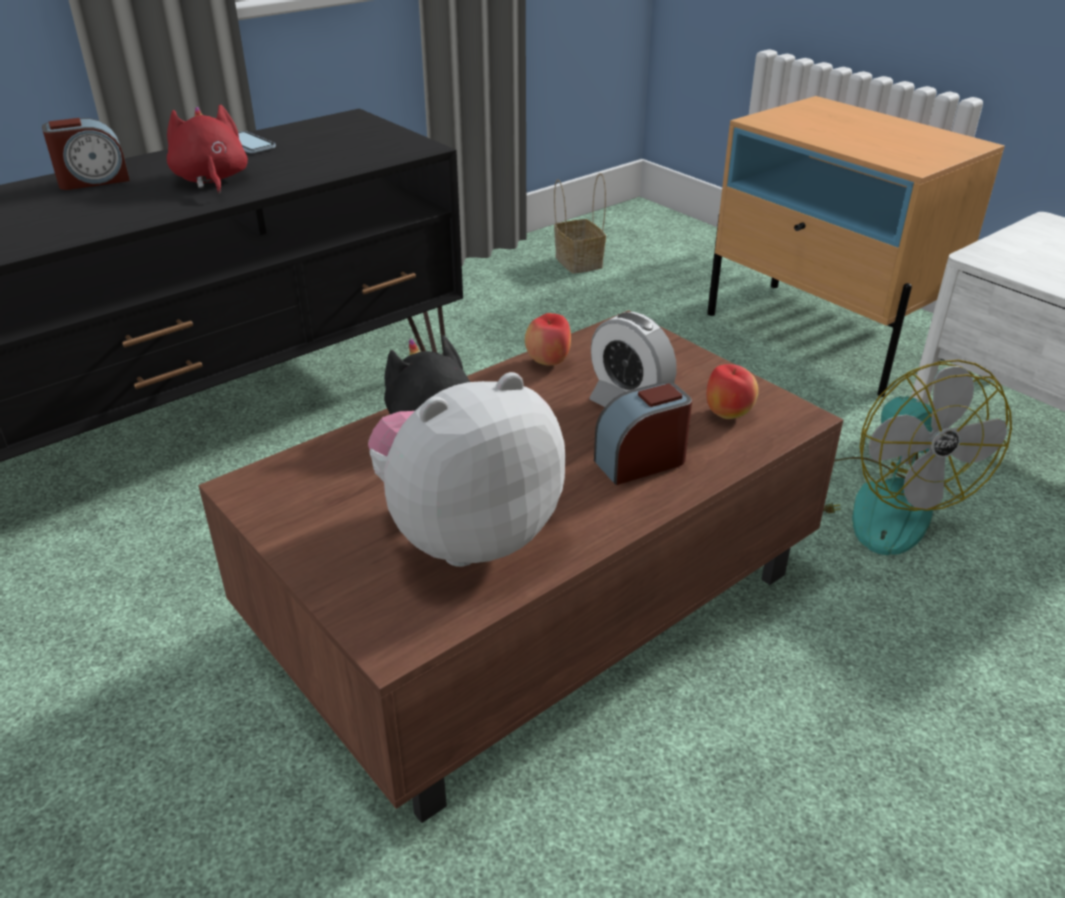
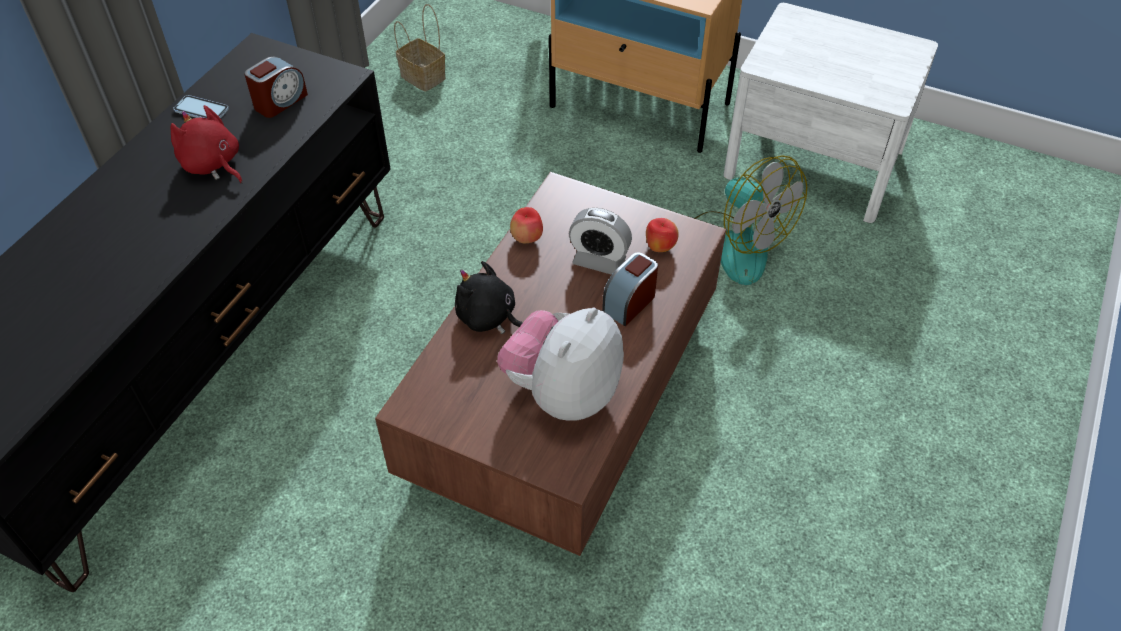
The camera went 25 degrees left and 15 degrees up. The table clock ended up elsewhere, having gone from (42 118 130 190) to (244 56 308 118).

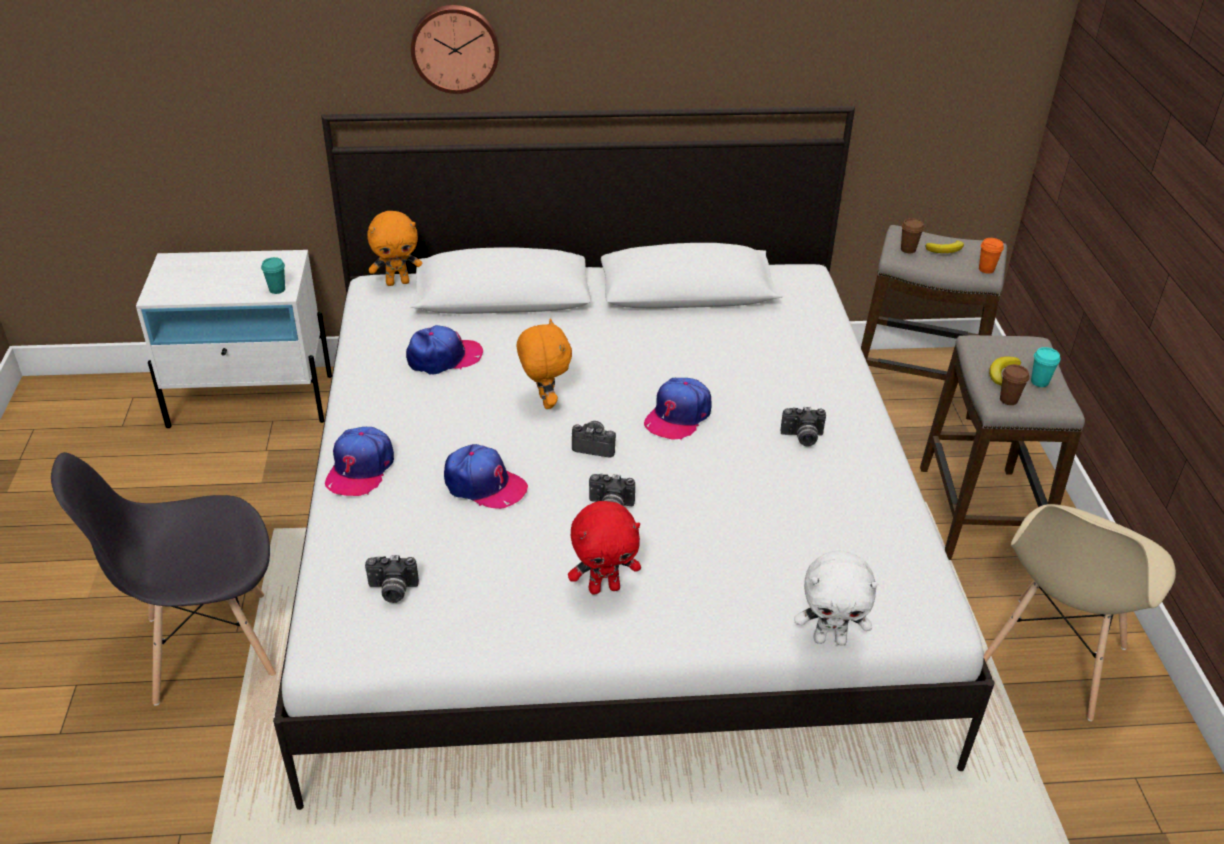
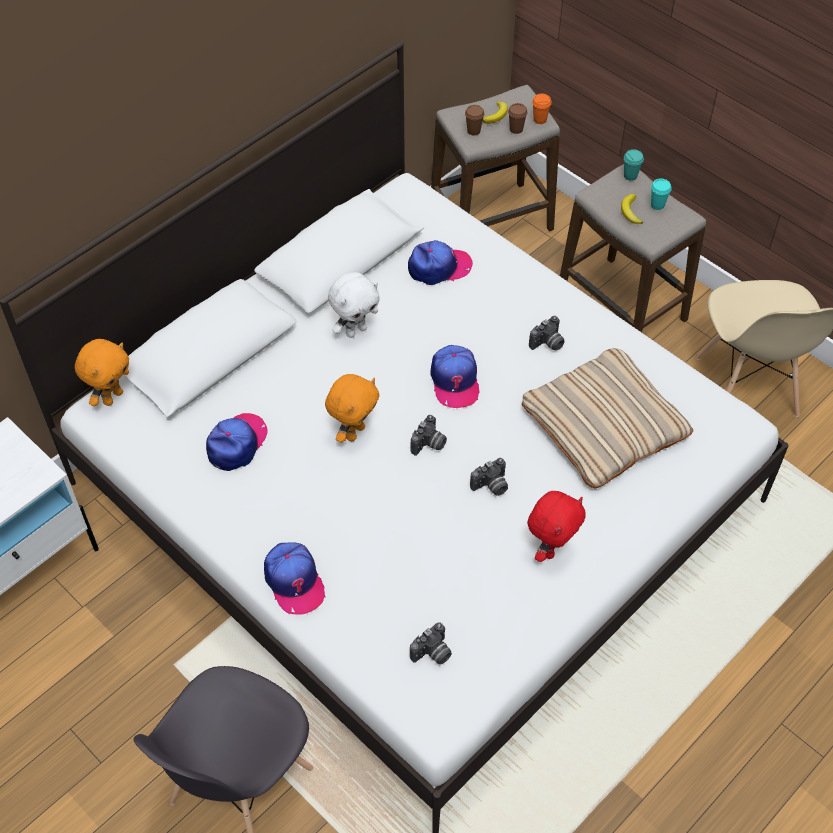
The camera went 40 degrees left and 15 degrees up. The second view lost the wall clock at (411 5 499 94). The second view gained the beige throw pillow at (522 348 693 488). The turquoise cup ended up elsewhere, having gone from (261 257 285 294) to (624 149 644 181). The baseball cap ended up elsewhere, having gone from (444 444 528 509) to (408 240 473 285). The white-coloured cuddly toy ended up elsewhere, having gone from (795 550 878 646) to (328 272 380 338). The brown-coloured cup ended up elsewhere, having gone from (1000 364 1029 405) to (508 103 527 134). The orange-coloured cuddly toy at (517 318 572 409) ended up facing another way, 90 degrees clockwise from before. The still camera at (572 421 616 458) ended up facing another way, 150 degrees clockwise from before.

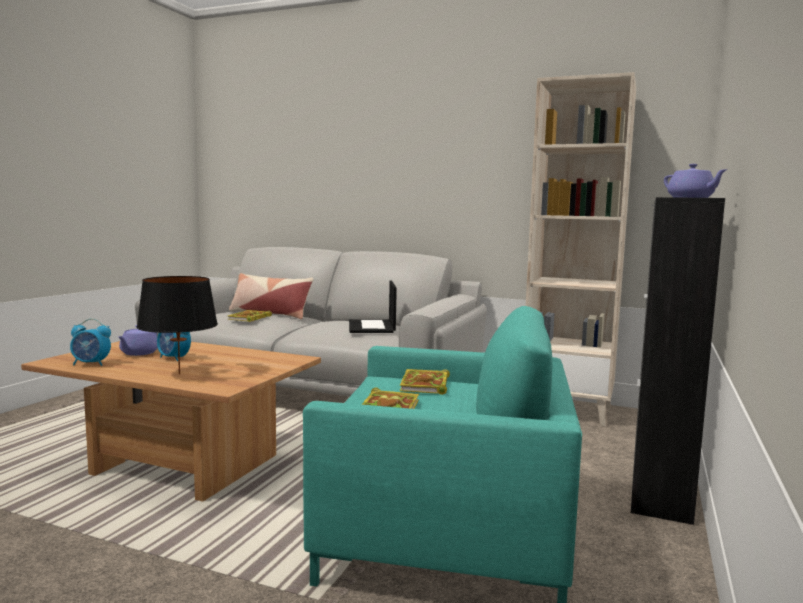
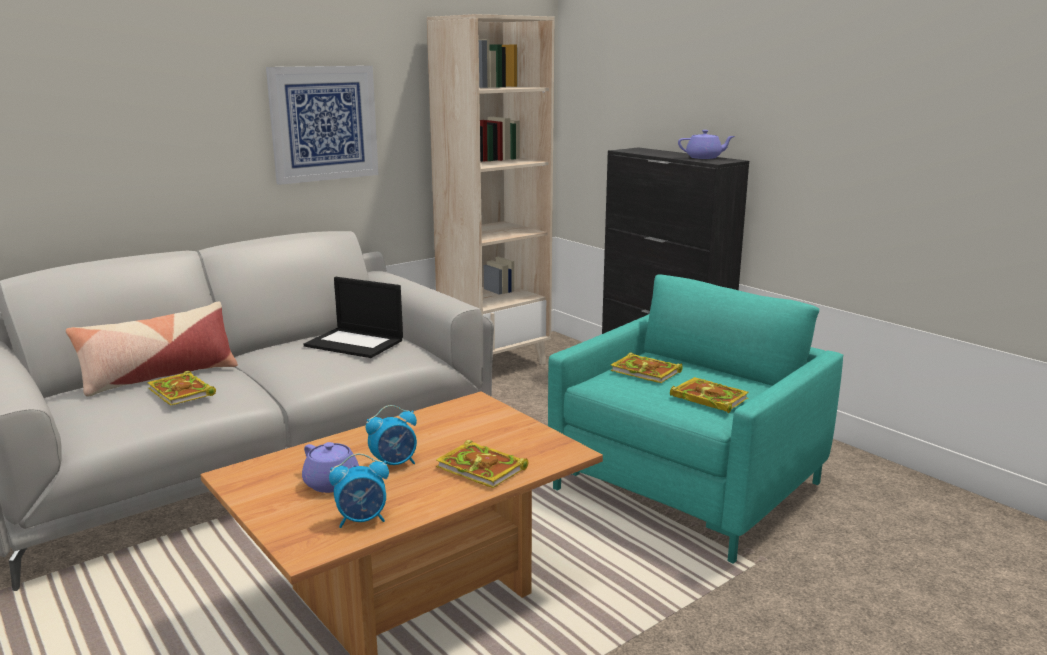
The camera went 60 degrees left and 10 degrees up. The second view gained the picture at (266 66 379 185). Where the black tabletop lamp stood at (136 276 218 374), the volume came to stand at (436 440 528 488). The table clock at (70 318 111 366) ended up facing another way, 45 degrees clockwise from before.

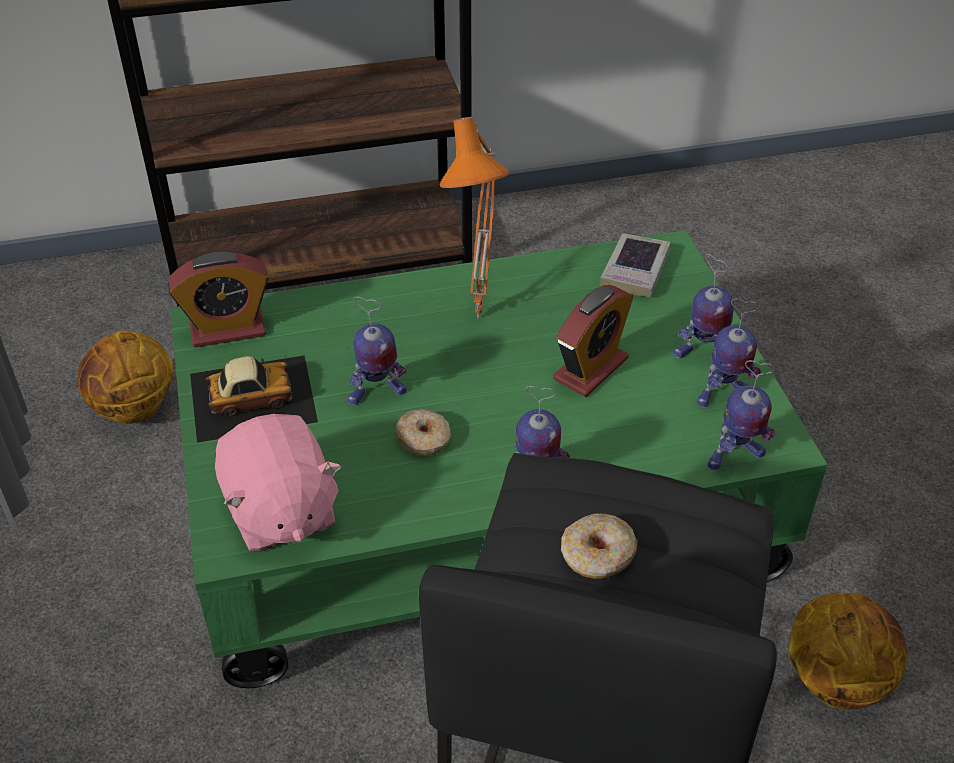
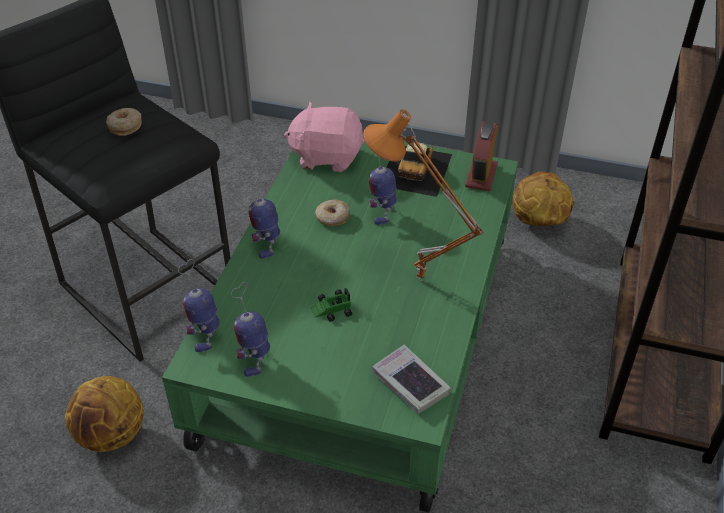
The camera went 120 degrees right and 0 degrees up. The second view lost the model robot at (673 254 734 358). Where the table clock stood at (553 285 633 397), the toy car came to stand at (310 288 352 321).

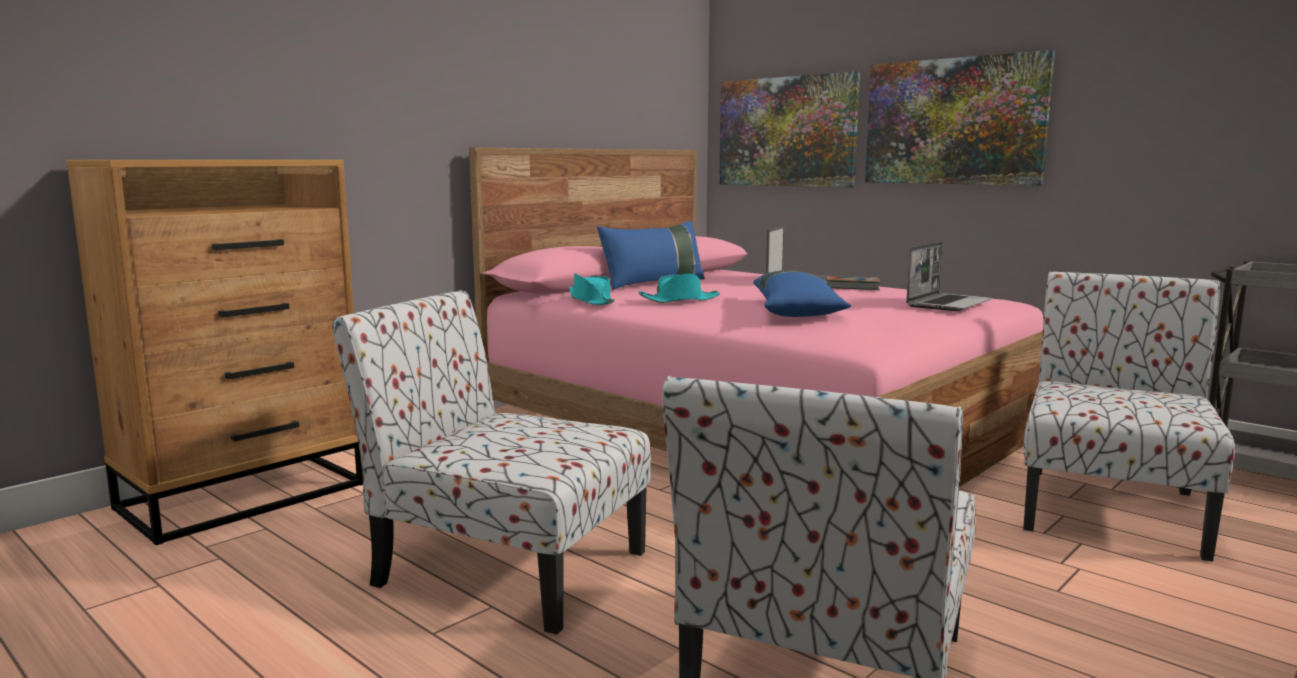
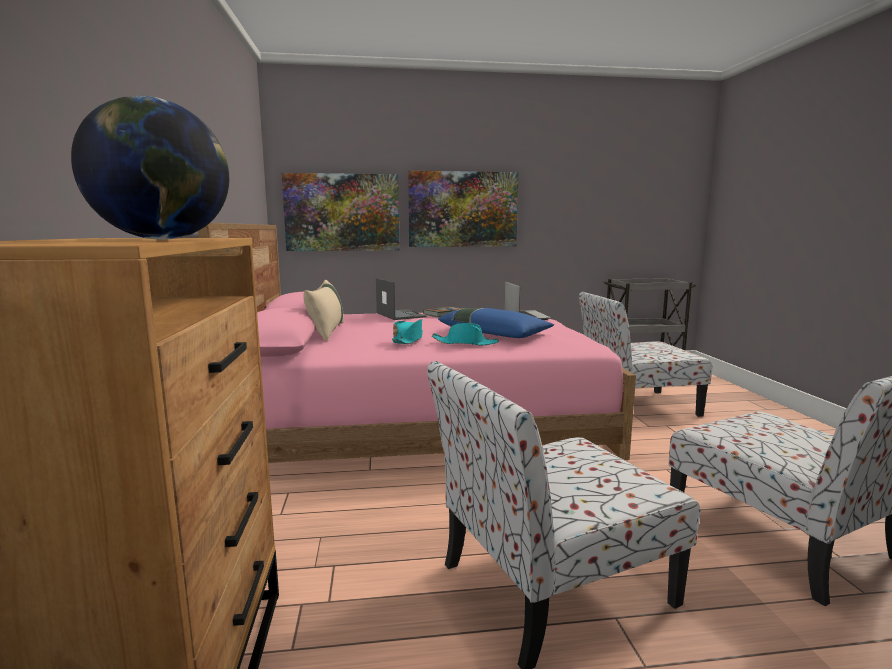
The camera went 50 degrees left and 0 degrees up. The second view gained the world globe at (71 96 229 240). The turquoise hat ended up elsewhere, having gone from (569 273 615 305) to (432 323 499 346). What was the bluish throw pillow at (597 220 705 290) turned into the beige throw pillow at (303 280 344 342). The chair at (1023 272 1235 562) ended up facing another way, 75 degrees counterclockwise from before.

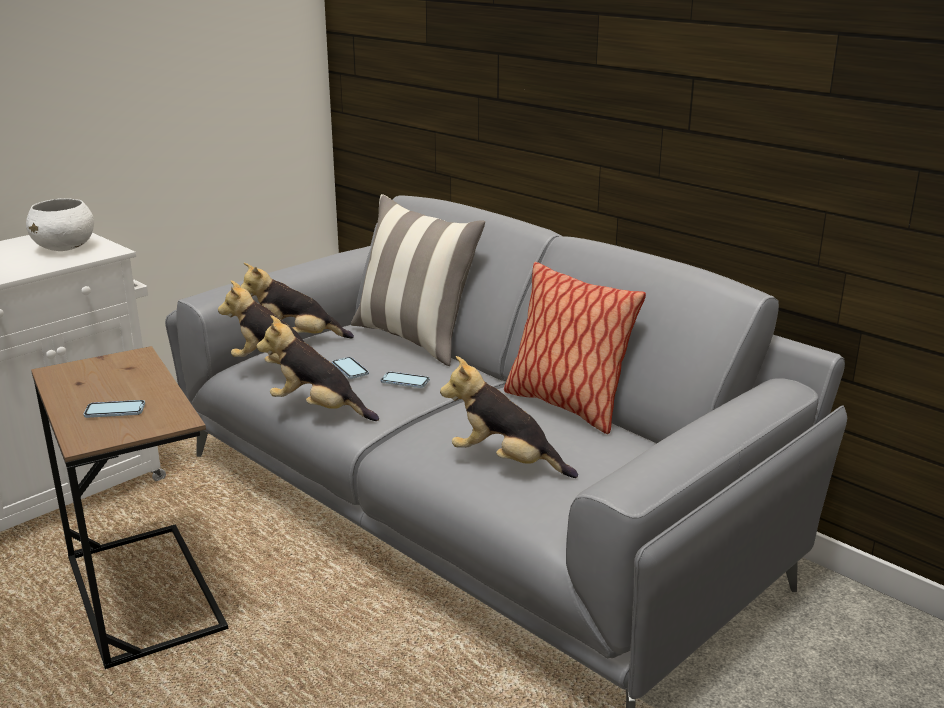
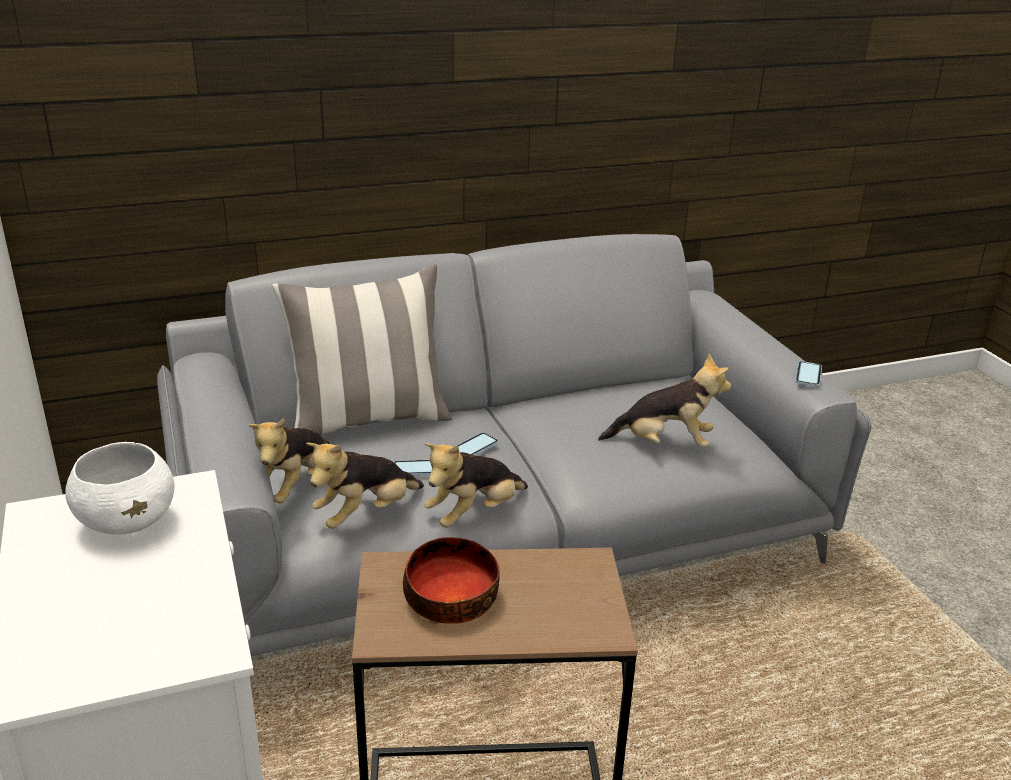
The camera went 65 degrees left and 5 degrees up. The second view lost the throw pillow at (504 262 646 434). The second view gained the bowl at (403 537 500 624). The telephone ended up elsewhere, having gone from (84 400 145 418) to (795 361 822 387). The cuddly toy at (440 356 578 478) ended up facing another way, 135 degrees counterclockwise from before.

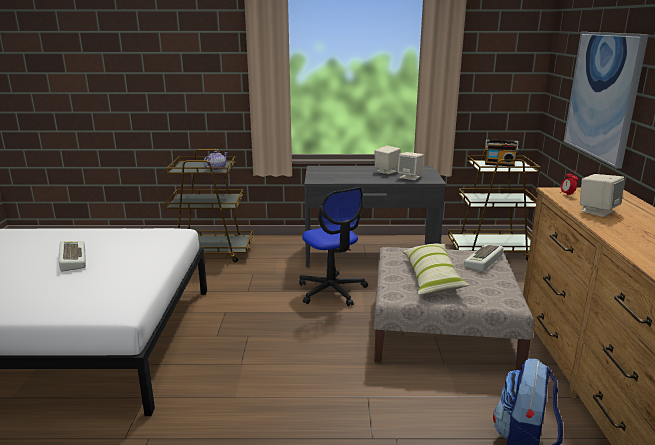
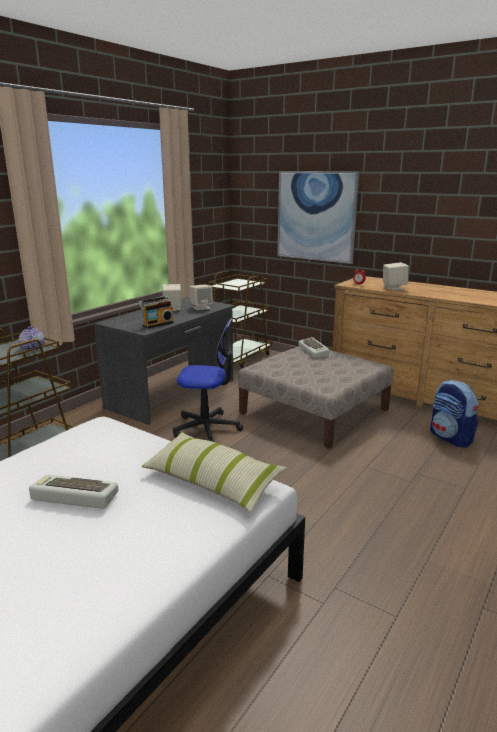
The camera went 55 degrees left and 0 degrees up. The throw pillow ended up elsewhere, having gone from (402 243 470 295) to (142 432 287 512). The radio receiver ended up elsewhere, having gone from (485 139 518 166) to (138 296 174 329).

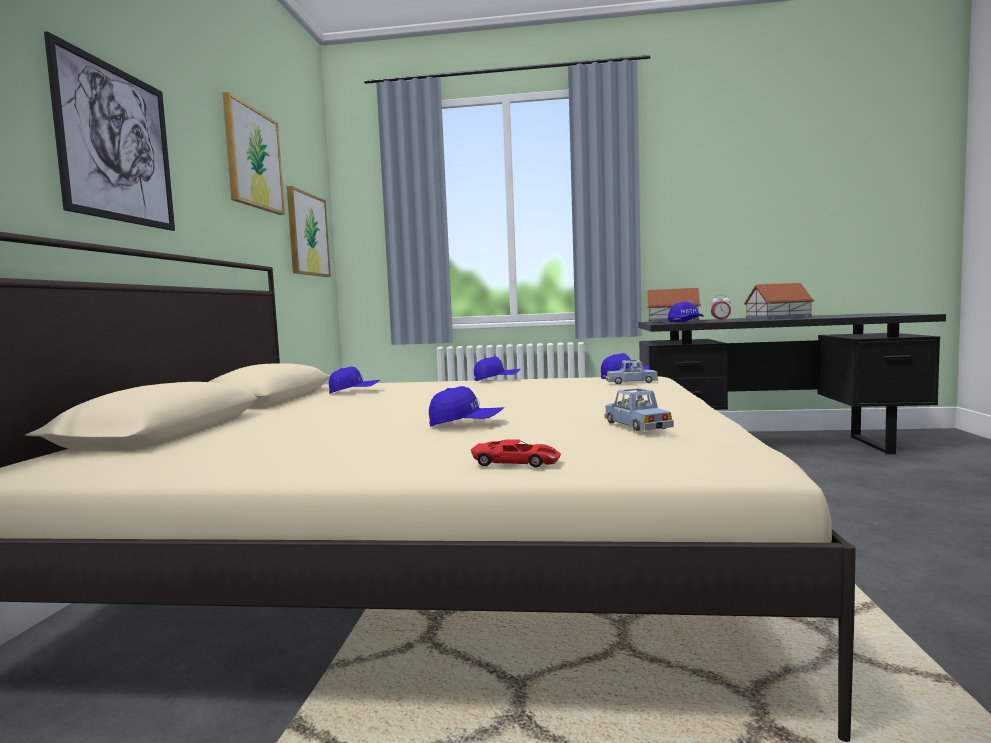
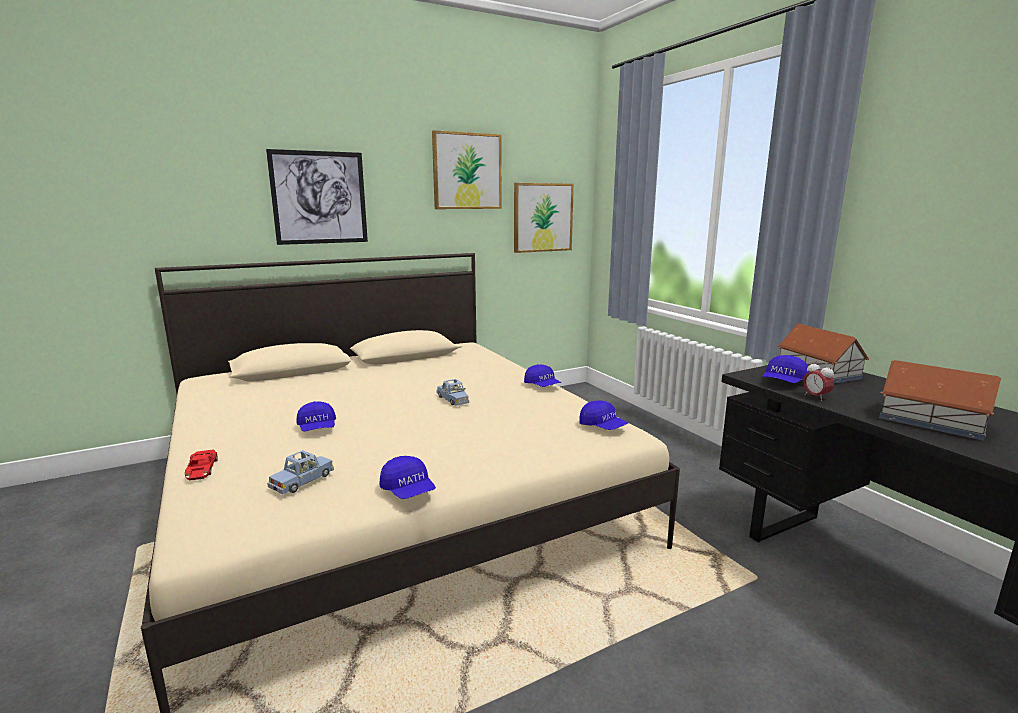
The camera went 55 degrees right and 10 degrees up. The bluish baseball cap ended up elsewhere, having gone from (329 366 380 394) to (380 456 436 499). The bluish toy car ended up elsewhere, having gone from (606 360 658 385) to (436 379 469 406).

